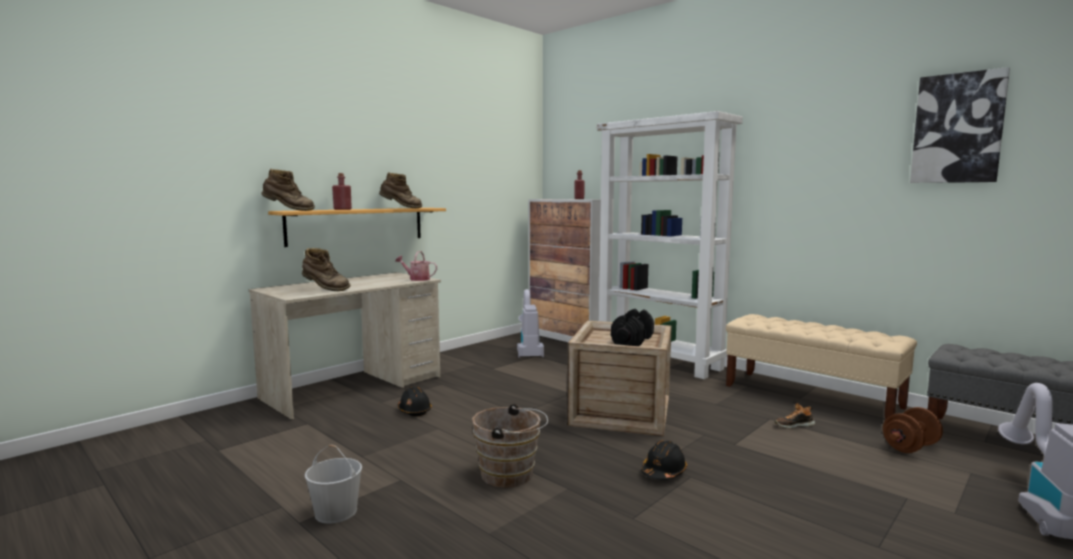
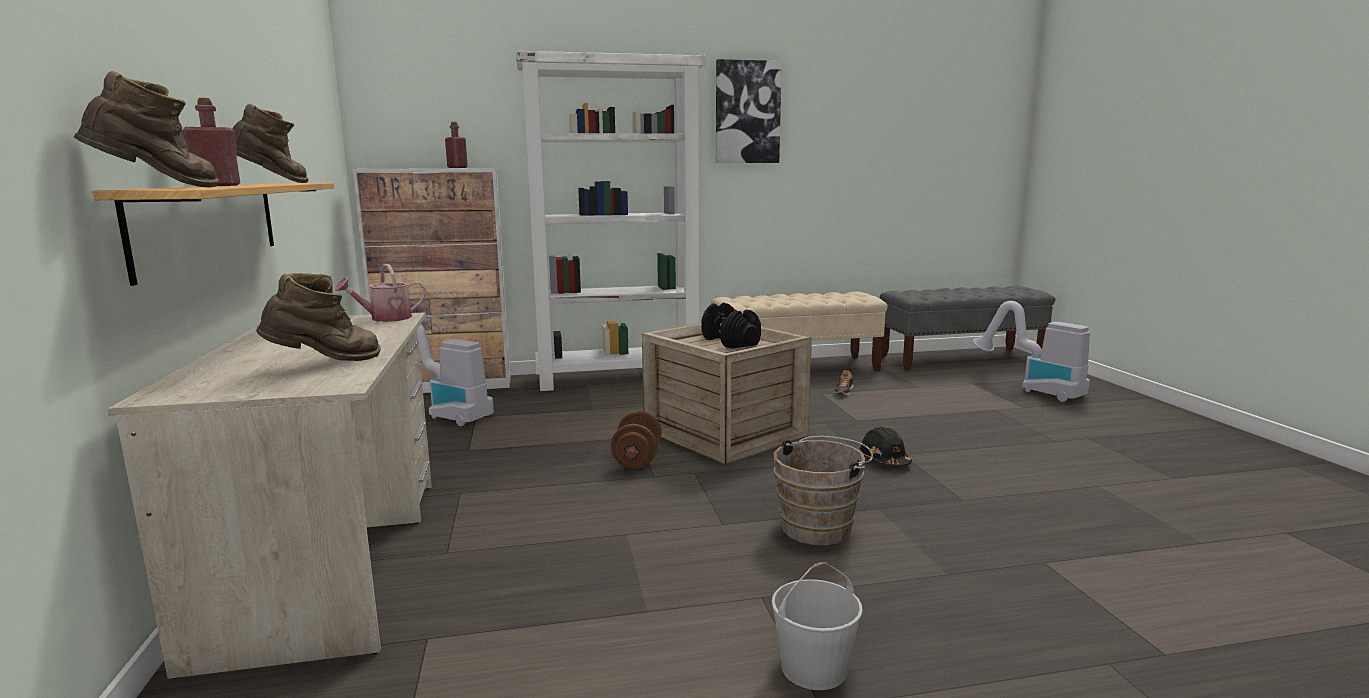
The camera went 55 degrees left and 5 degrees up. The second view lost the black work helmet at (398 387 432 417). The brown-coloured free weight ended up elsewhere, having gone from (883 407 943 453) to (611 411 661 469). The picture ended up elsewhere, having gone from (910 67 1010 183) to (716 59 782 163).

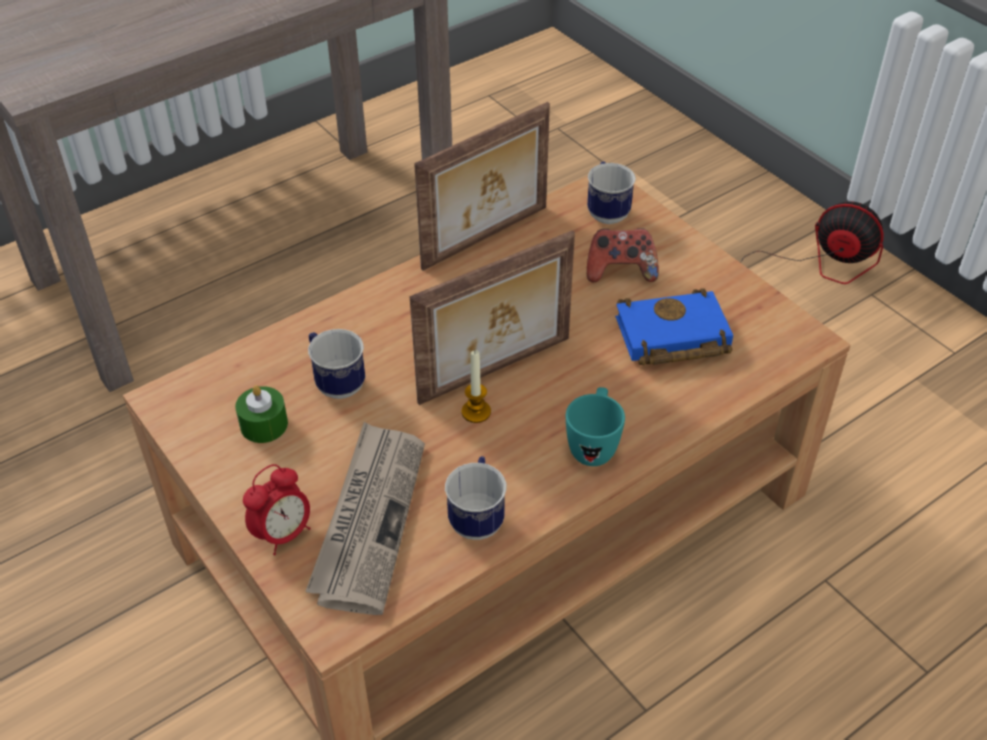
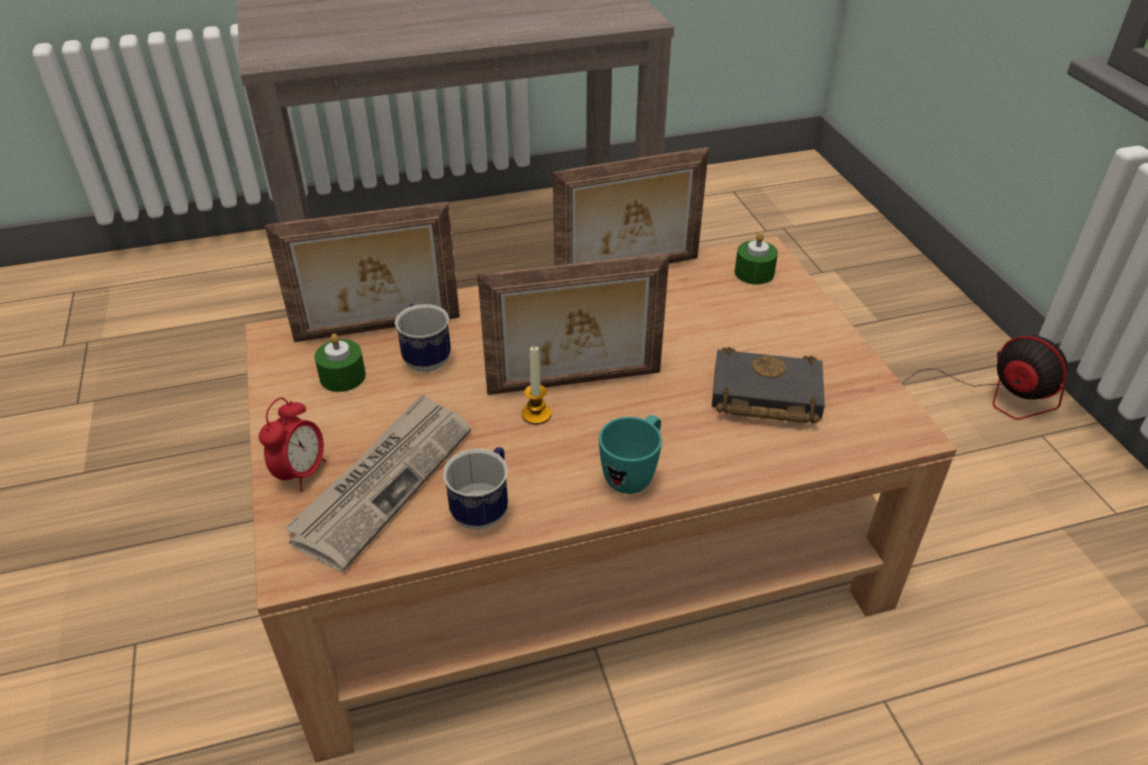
The camera went 20 degrees right and 5 degrees down. The second view lost the joypad at (587 228 659 282). The second view gained the picture frame at (265 201 460 342). Where the tea mug stood at (587 161 636 224), the greenish candle came to stand at (735 232 778 285). What was the bluish volume at (615 288 733 365) turned into the black volume at (712 347 825 424). The table clock at (243 464 311 555) ended up facing another way, 45 degrees counterclockwise from before.

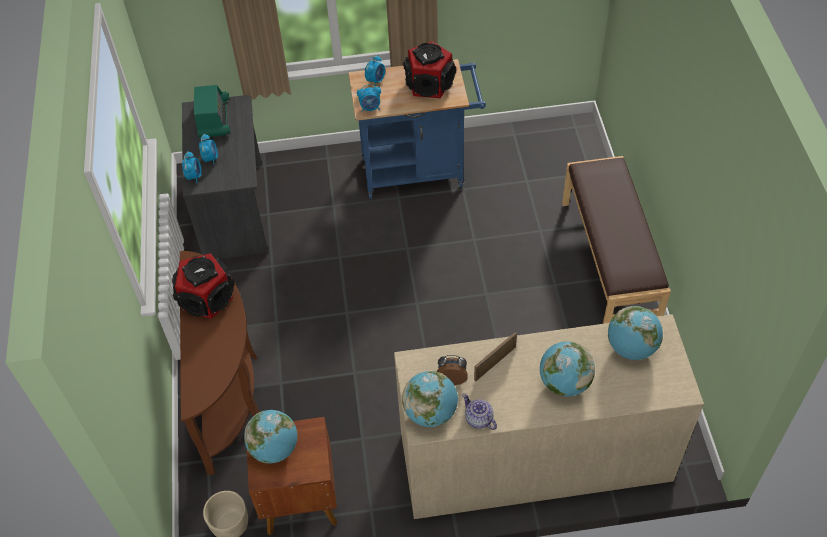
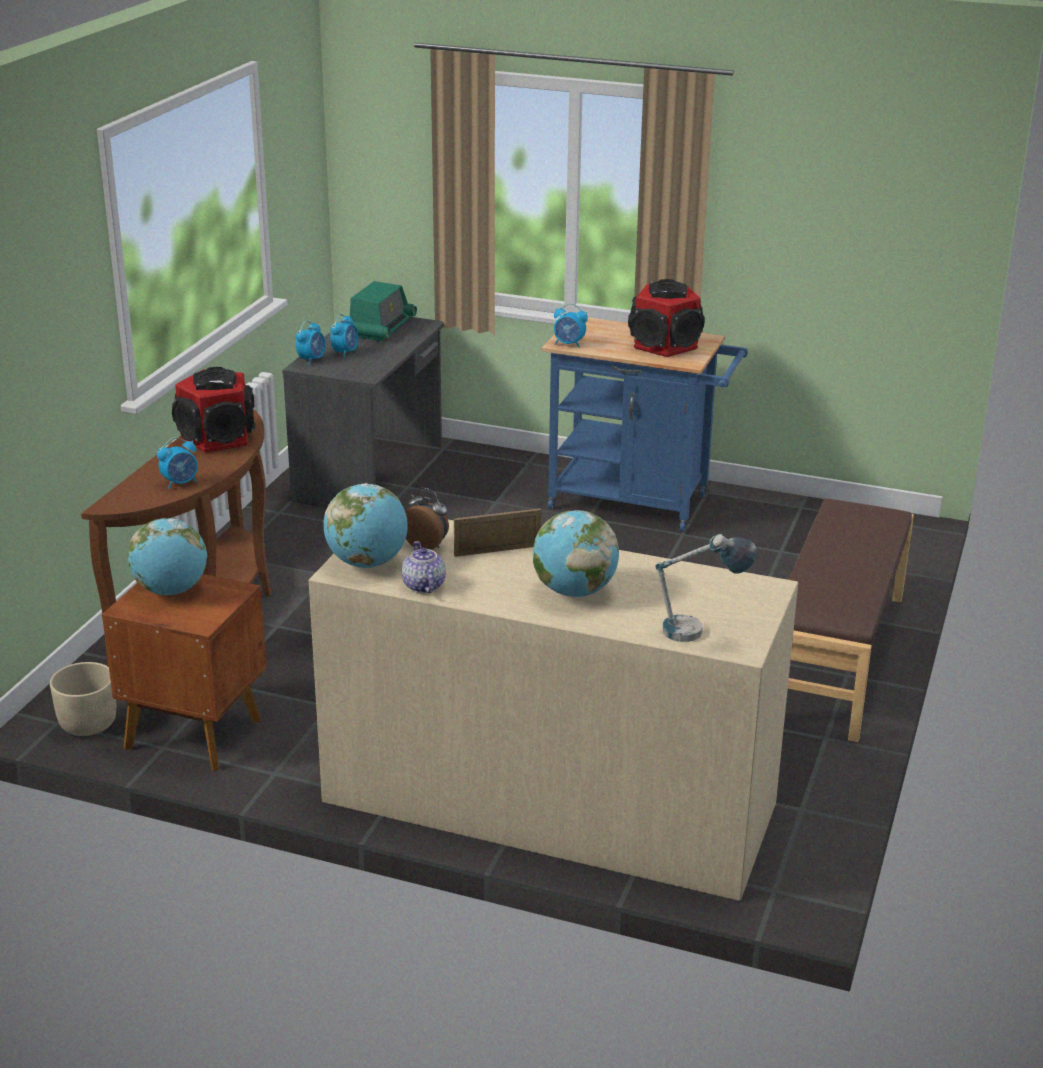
The camera went 25 degrees right and 25 degrees down. The second view lost the world globe at (608 306 663 360). The second view gained the tabletop lamp at (655 534 757 642). The table clock ended up elsewhere, having gone from (365 55 385 86) to (157 437 198 489).

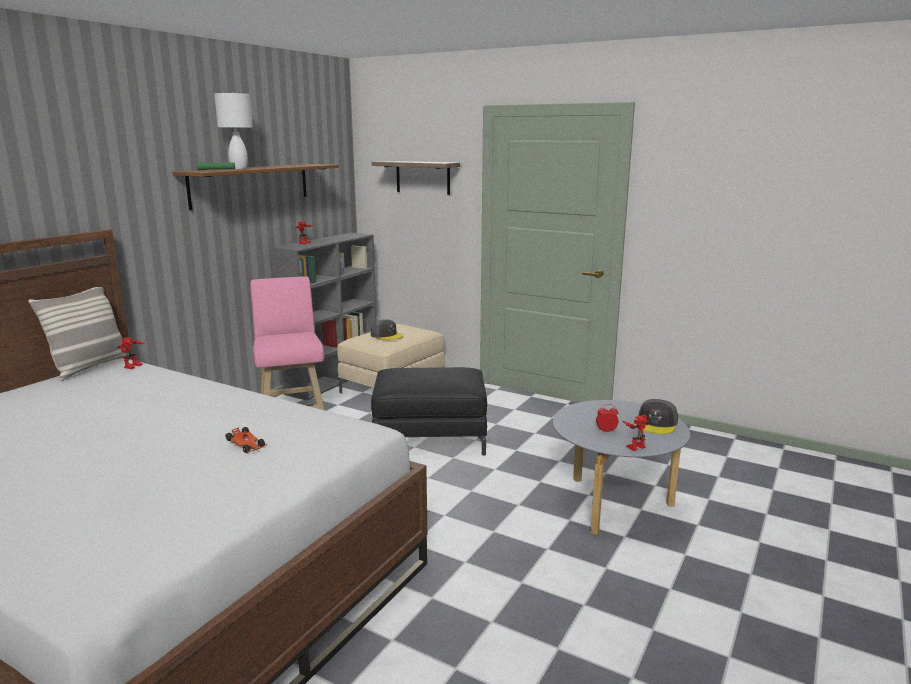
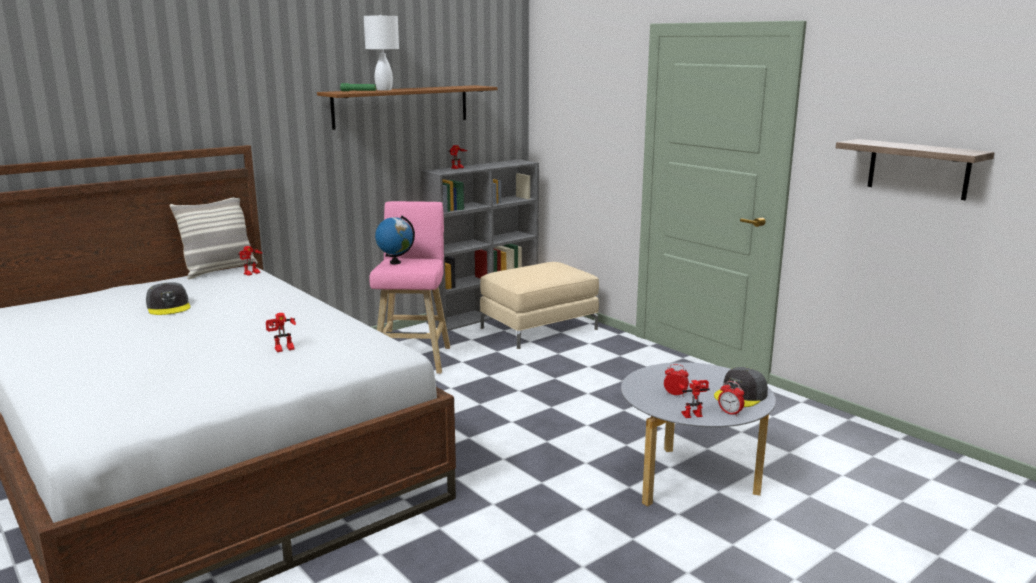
The camera went 20 degrees right and 0 degrees up. The second view lost the black footrest at (371 367 487 456). The second view gained the world globe at (375 215 415 264). The second view gained the table clock at (718 381 744 416). The shelf ended up elsewhere, having gone from (371 161 460 195) to (836 139 994 200). The greyish baseball cap ended up elsewhere, having gone from (371 319 403 340) to (146 282 191 315). Where the toy car stood at (225 427 267 453), the model robot came to stand at (266 313 296 352).

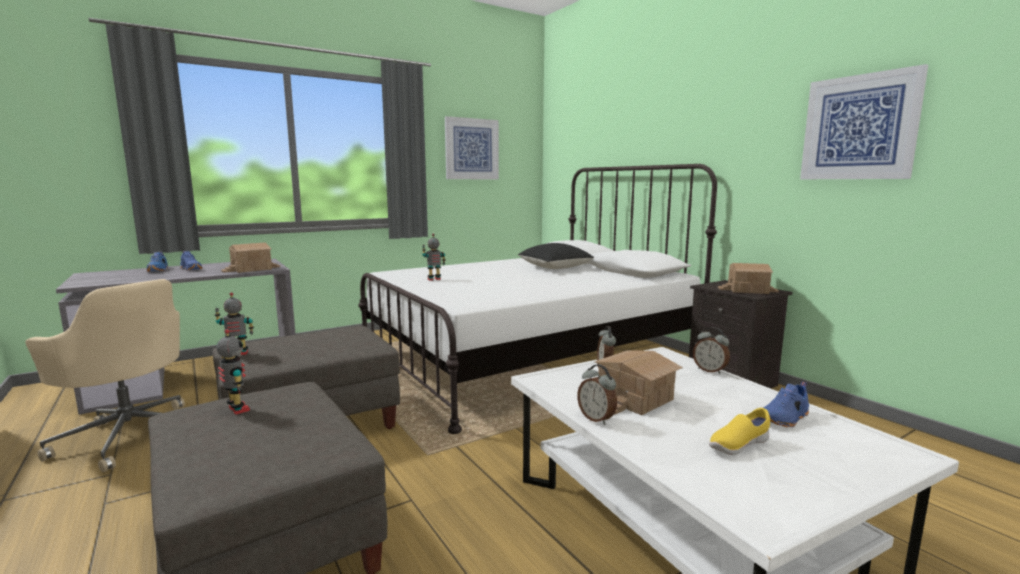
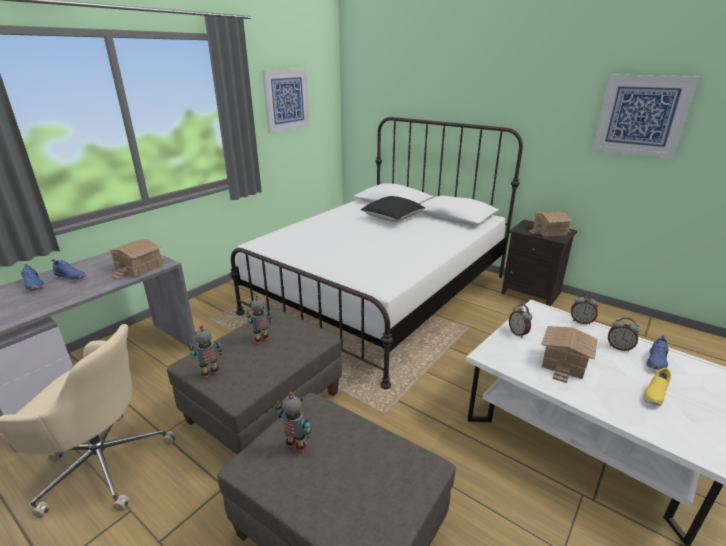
The camera went 20 degrees left and 15 degrees up. The model robot ended up elsewhere, having gone from (422 234 446 281) to (246 295 272 345). The table clock ended up elsewhere, having gone from (577 364 617 425) to (608 318 640 352).

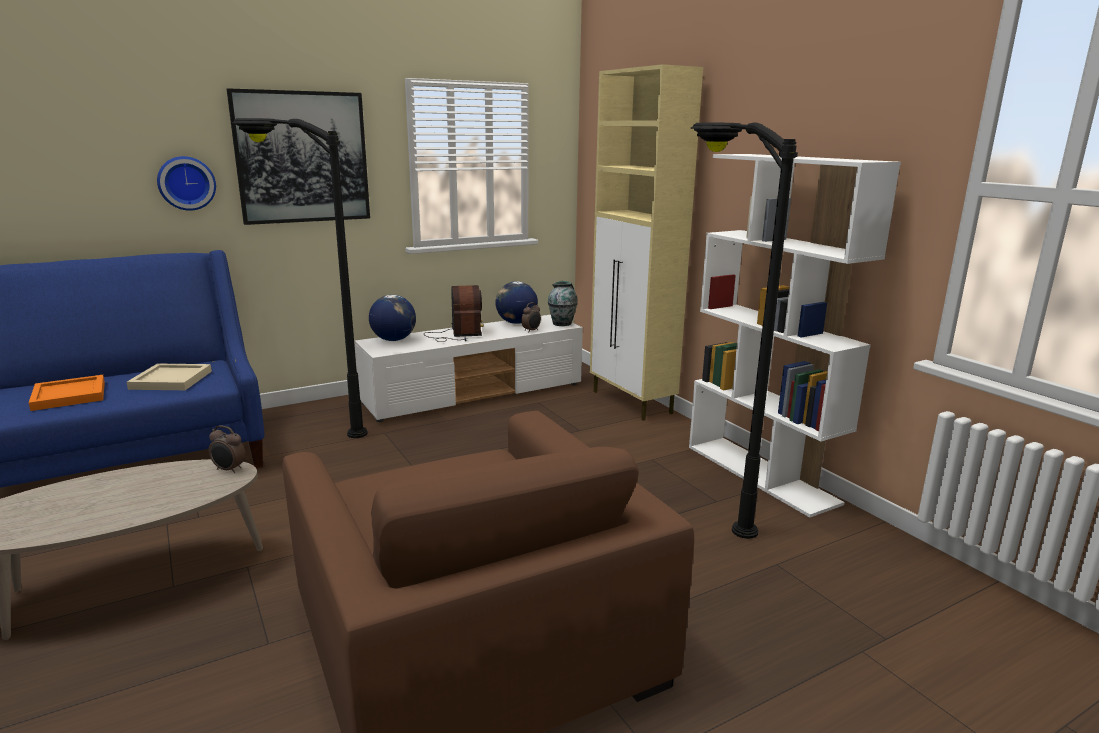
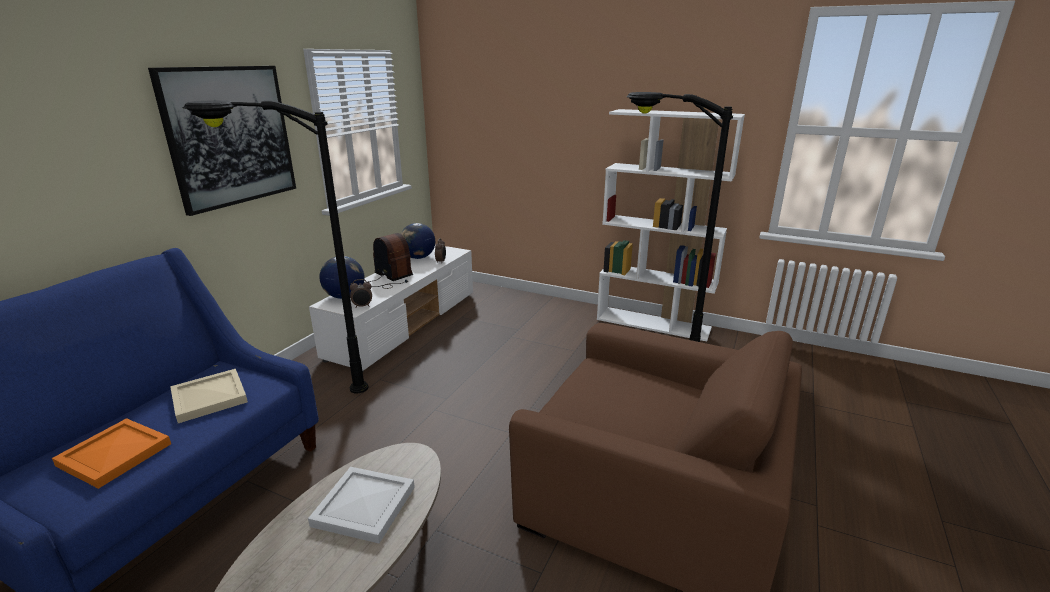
The camera went 35 degrees left and 5 degrees up. The second view lost the wall clock at (157 156 216 211). The second view lost the decorative vase at (548 281 578 326). The second view lost the beige cabinet at (590 64 703 421). The second view gained the white-coloured serving tray at (308 467 415 543). The table clock ended up elsewhere, having gone from (209 425 245 473) to (350 279 372 308).

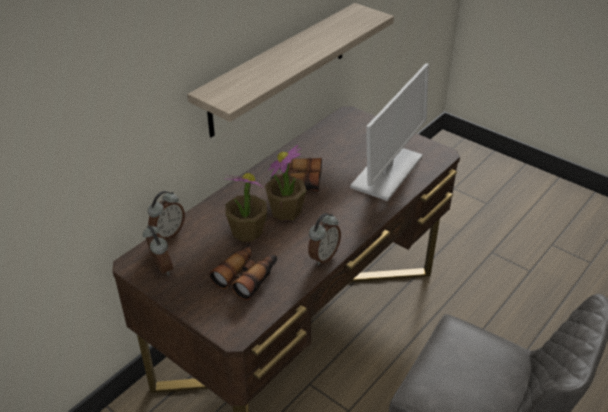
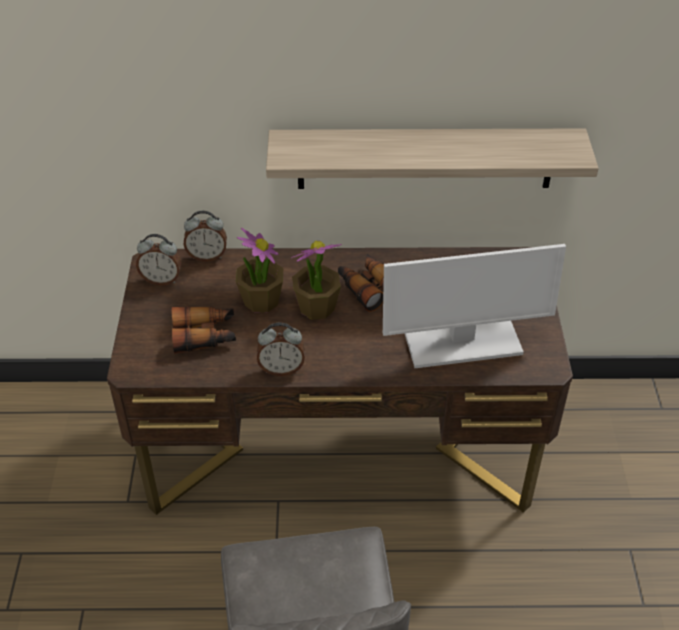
The camera went 50 degrees right and 5 degrees up. The table clock at (143 225 173 276) ended up facing another way, 75 degrees clockwise from before.

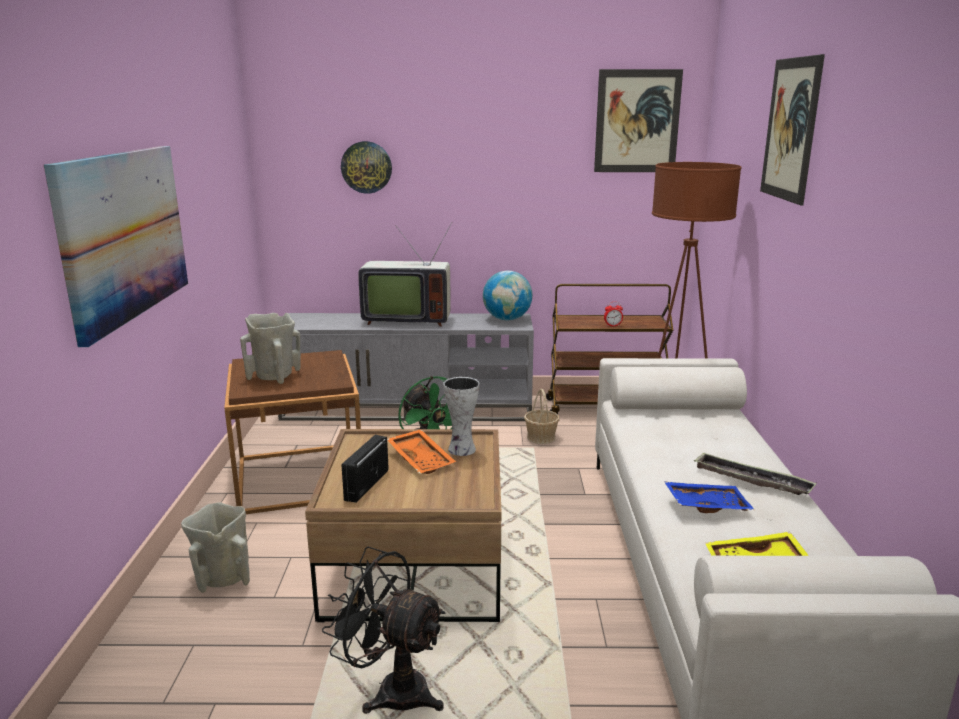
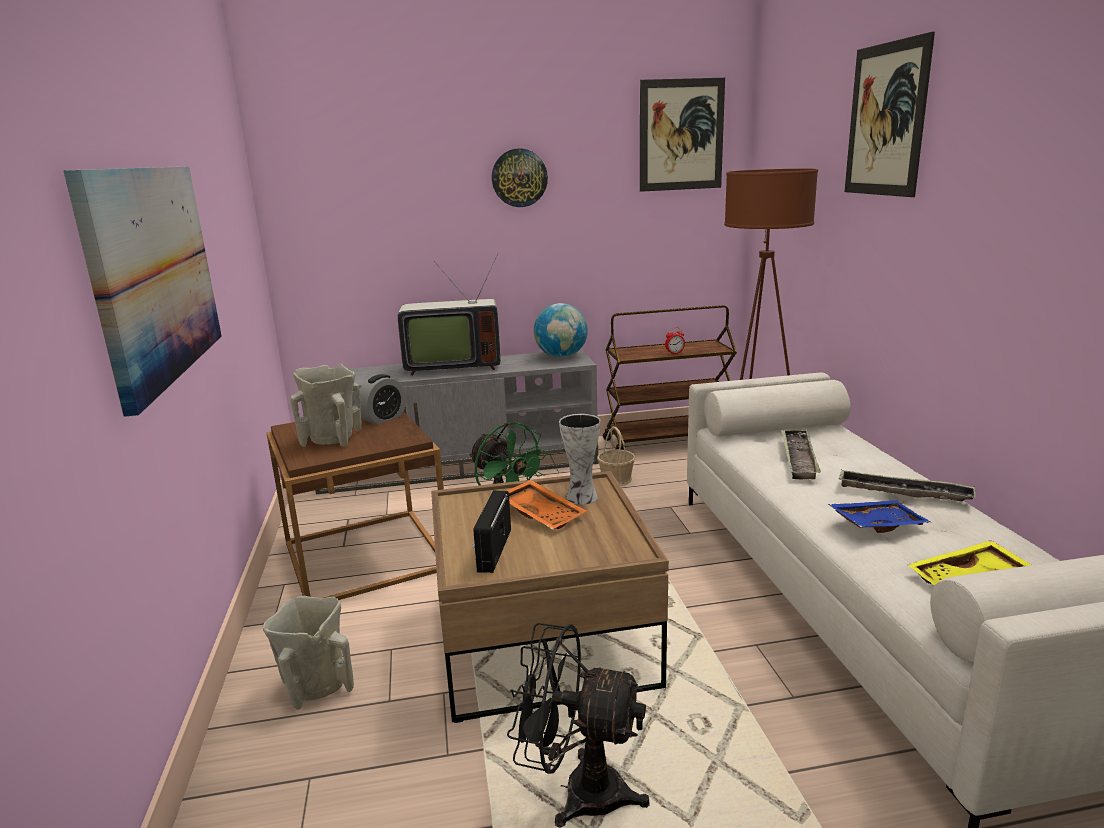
The camera went 10 degrees left and 0 degrees up. The second view gained the table clock at (360 374 406 425). The second view gained the serving tray at (781 429 821 480). The wall clock ended up elsewhere, having gone from (341 141 392 194) to (492 148 548 207).

